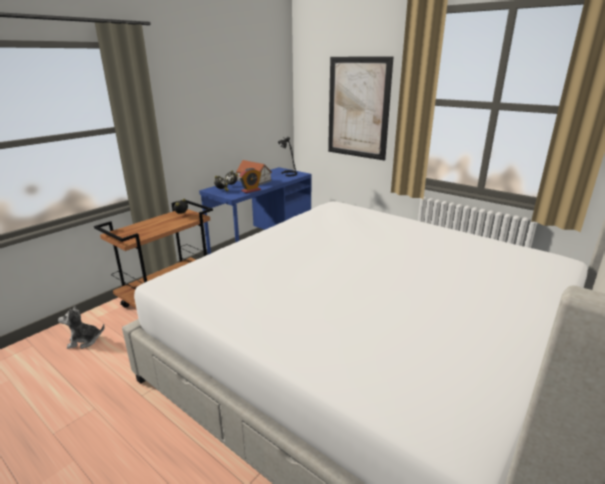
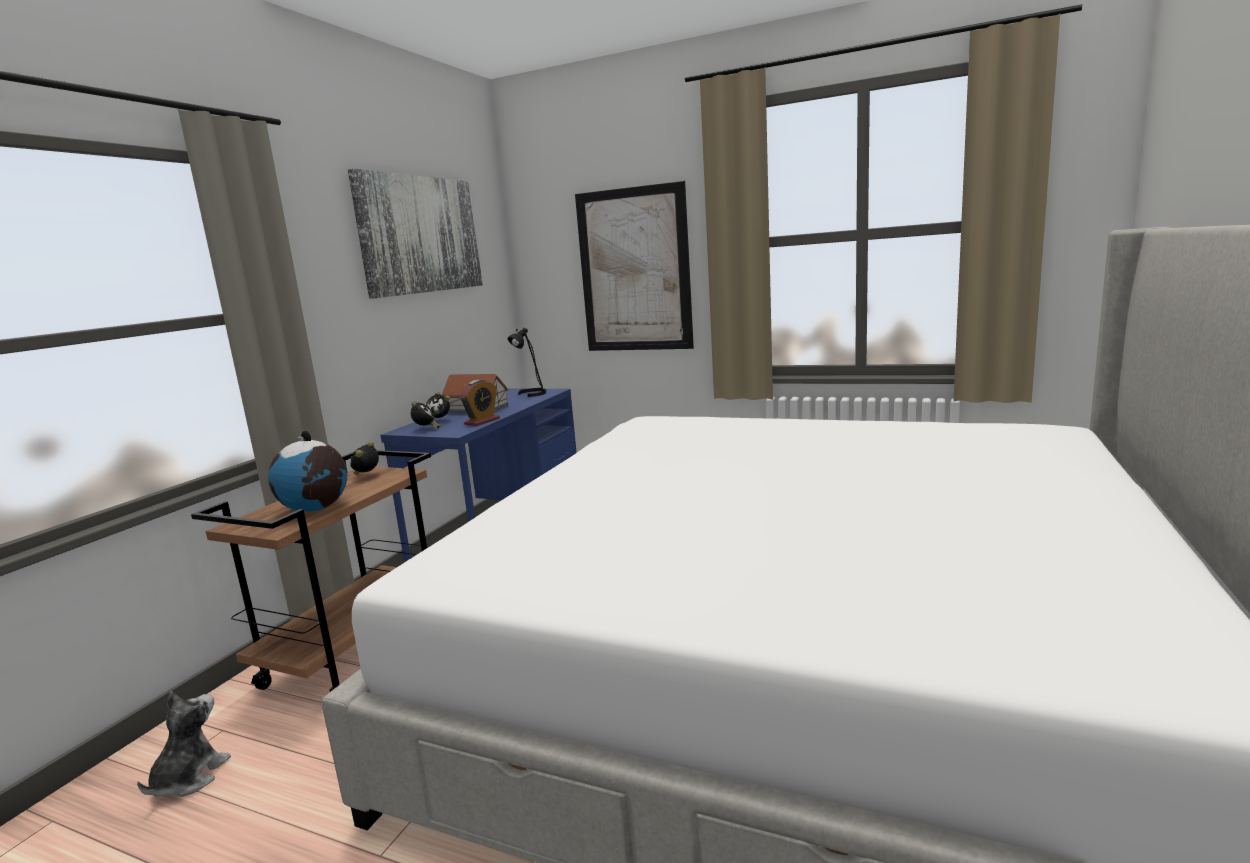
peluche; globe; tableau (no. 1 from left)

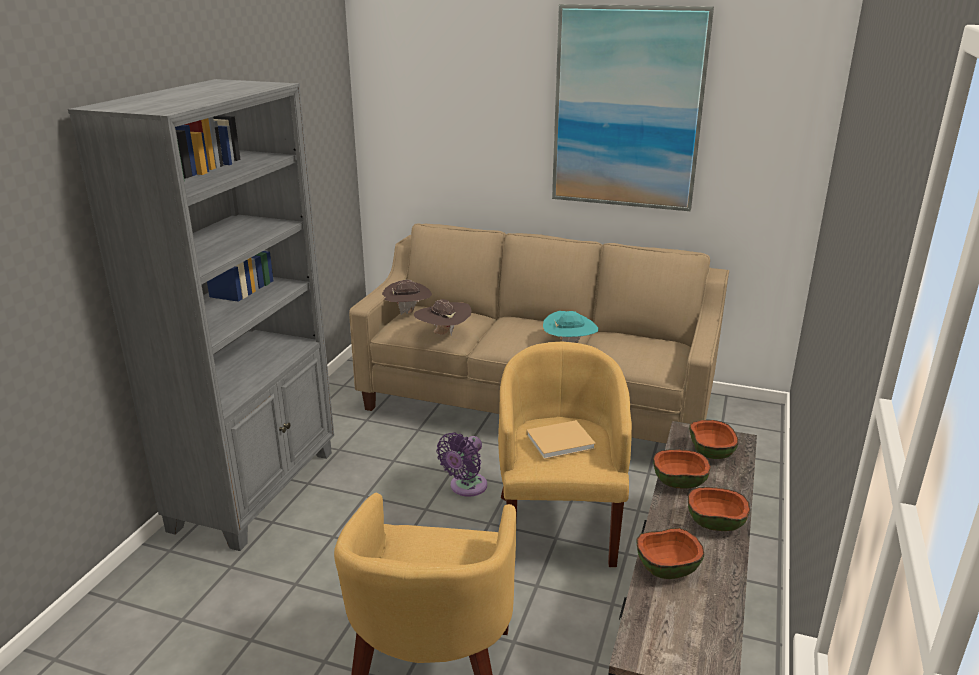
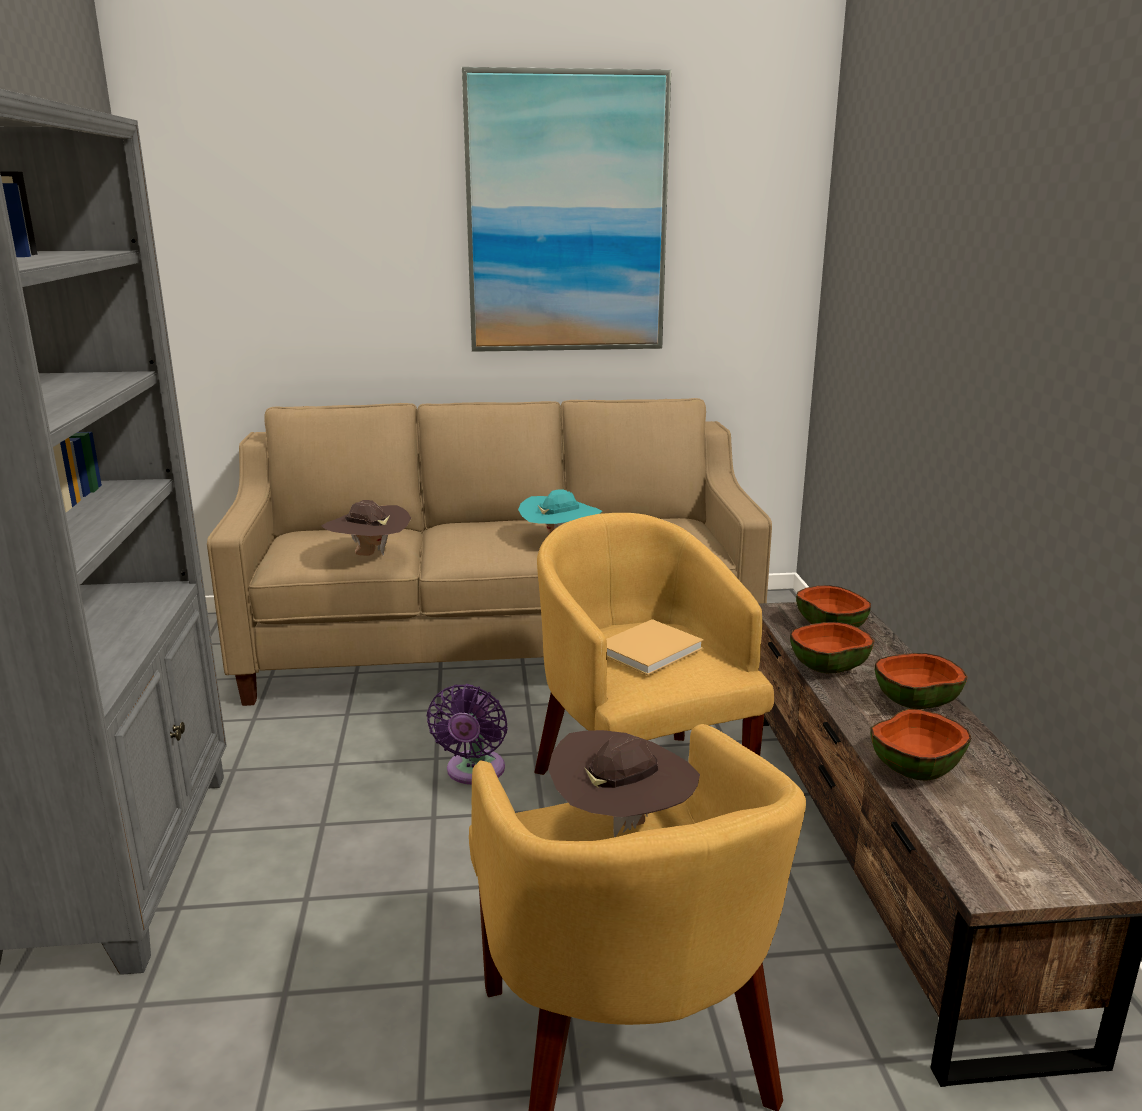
chapeau (marron) (no. 2 from left)

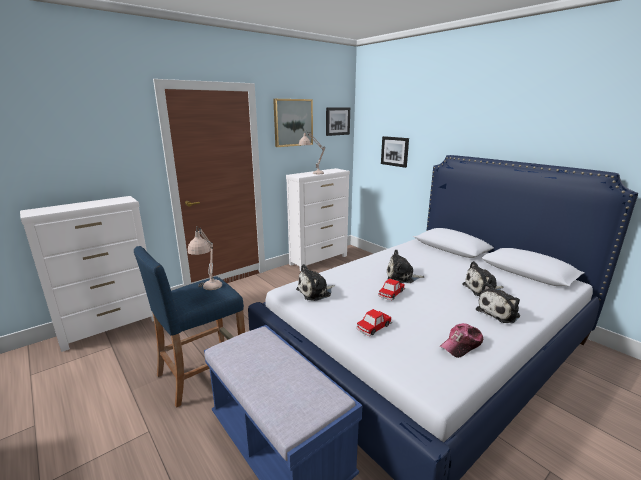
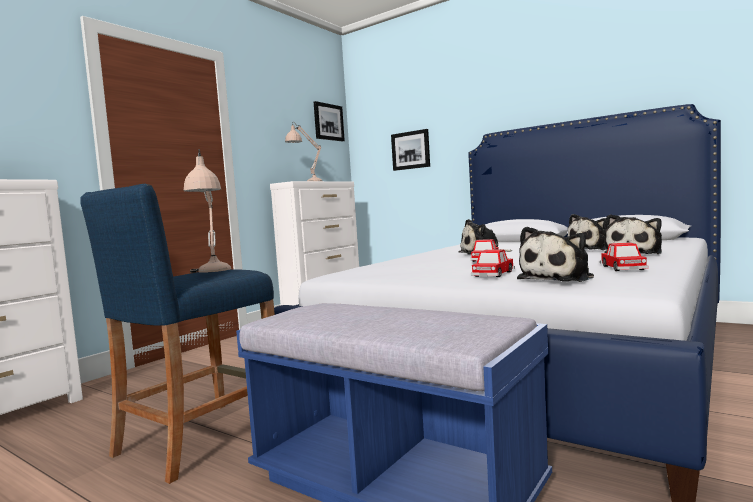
peluche (no. 2 from left); petite voiture (no. 3 from left); tableau (no. 1 from left in the first image)

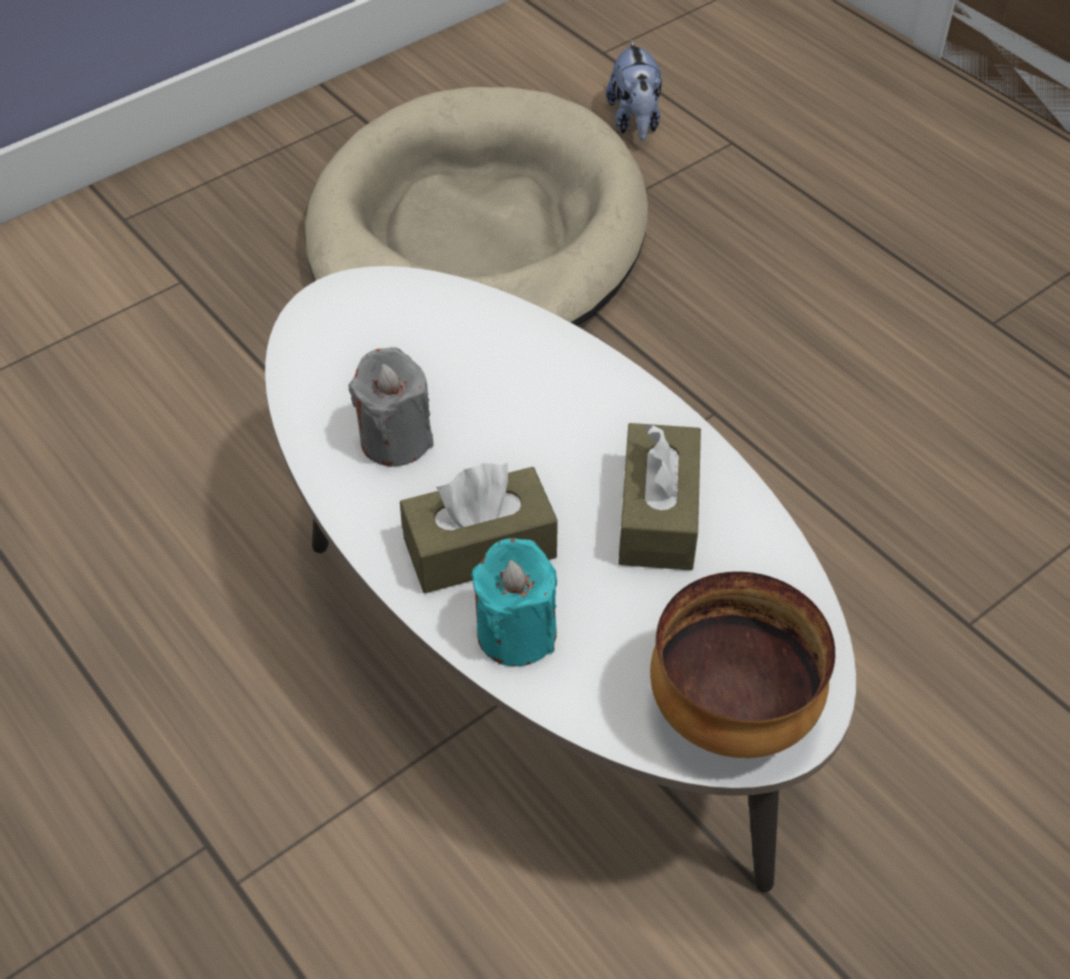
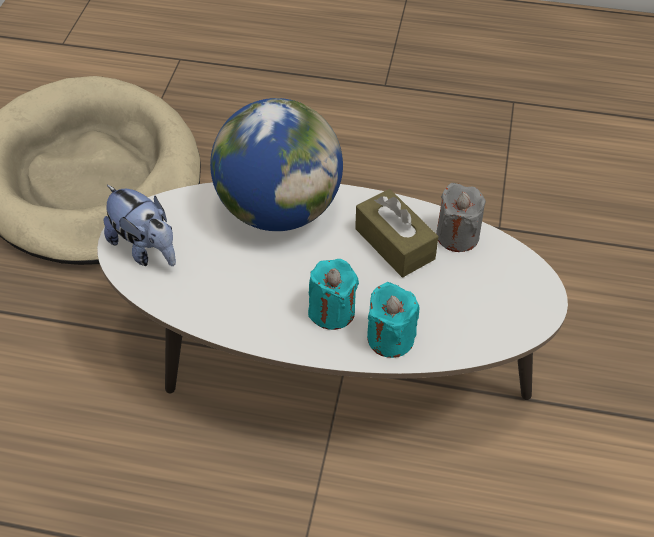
peluche; globe; bougie (turquoise) (no. 1 from left); bougie (gris); bol

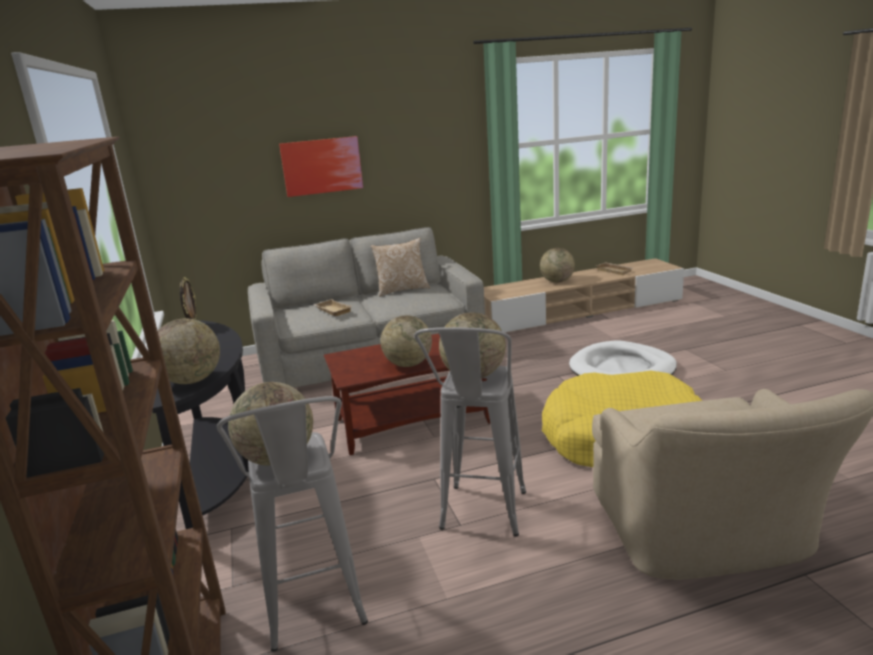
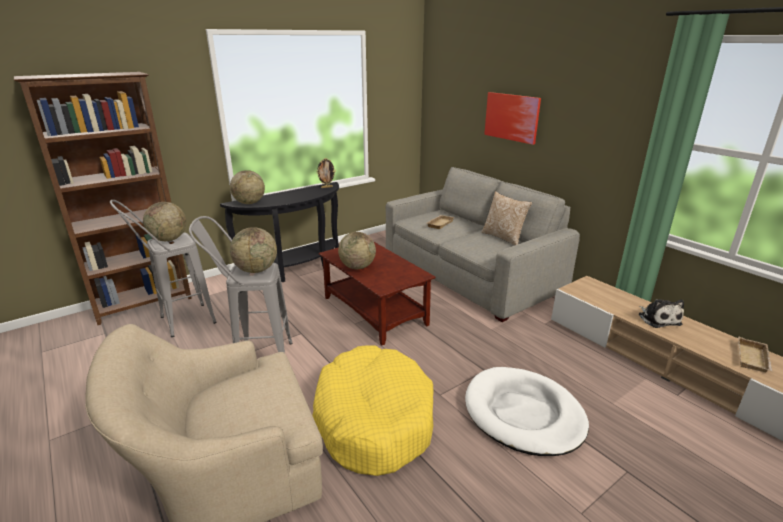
peluche

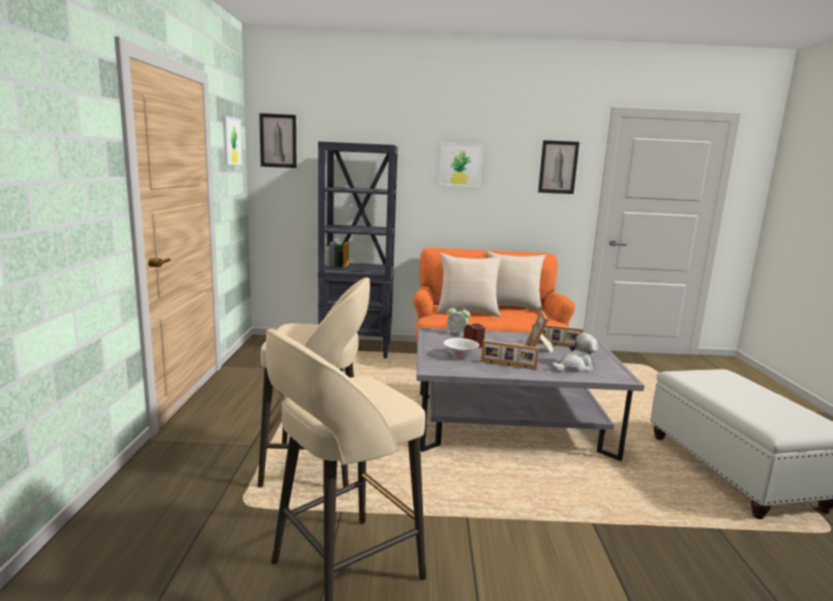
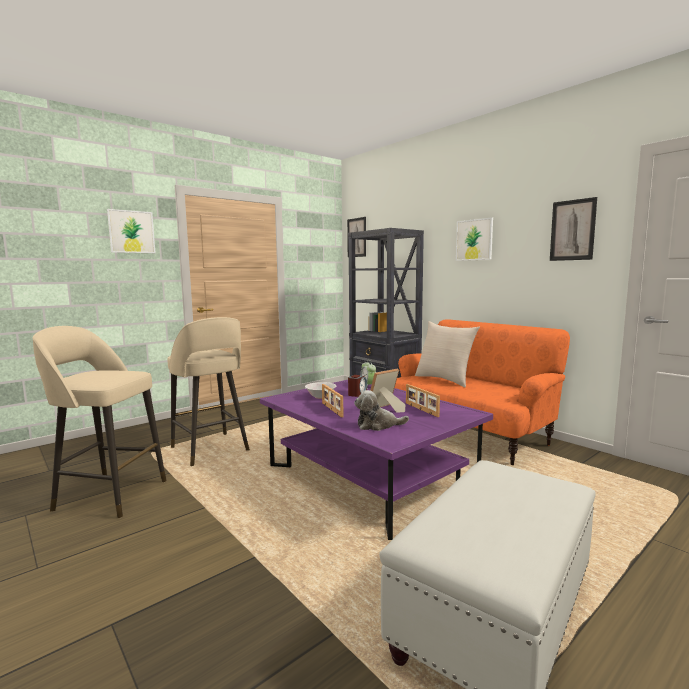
tableau (no. 1 from left); table basse (violet); peluche; coussin (beige) (no. 2 from left in the first image)

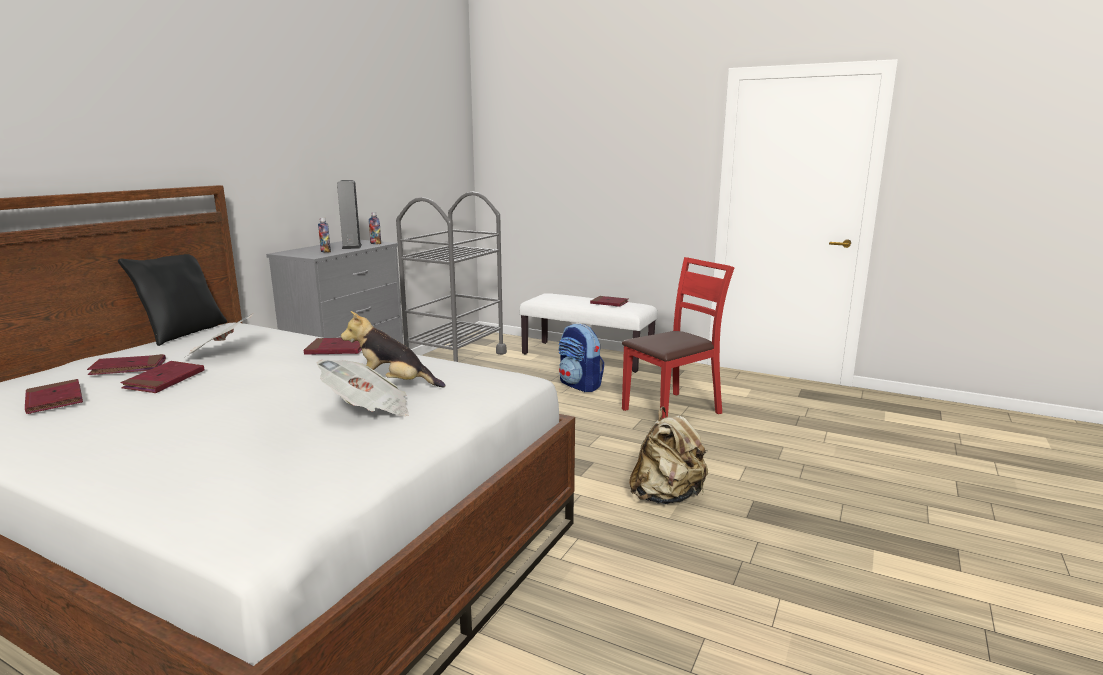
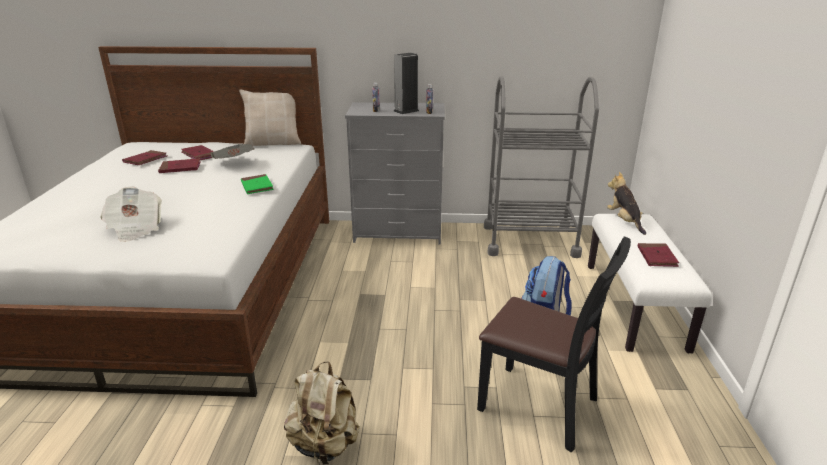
coussin (beige); livre (vert); chaise (noir); peluche

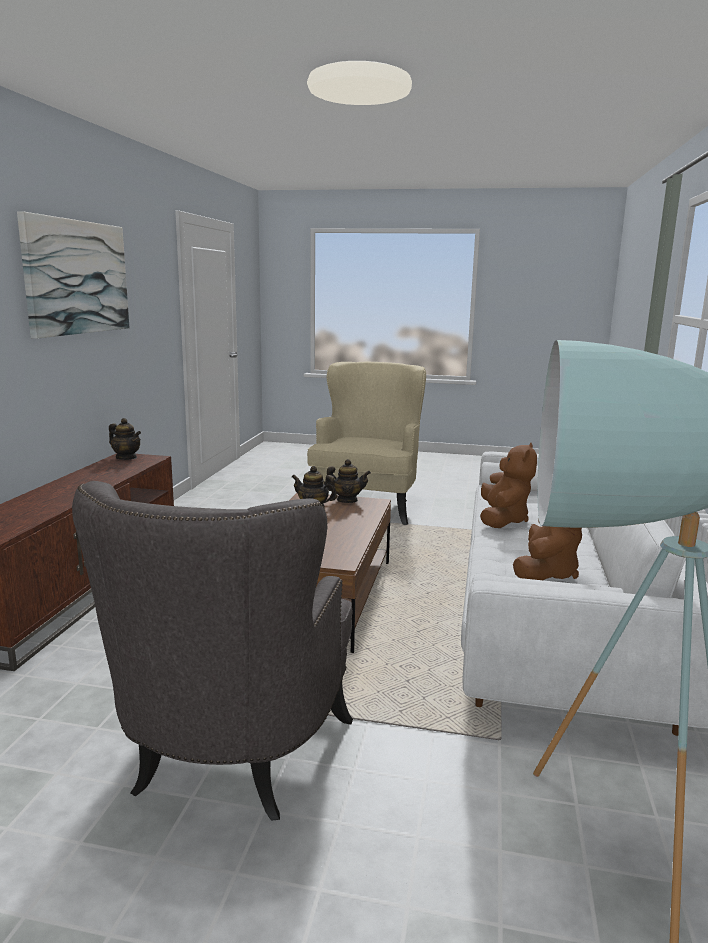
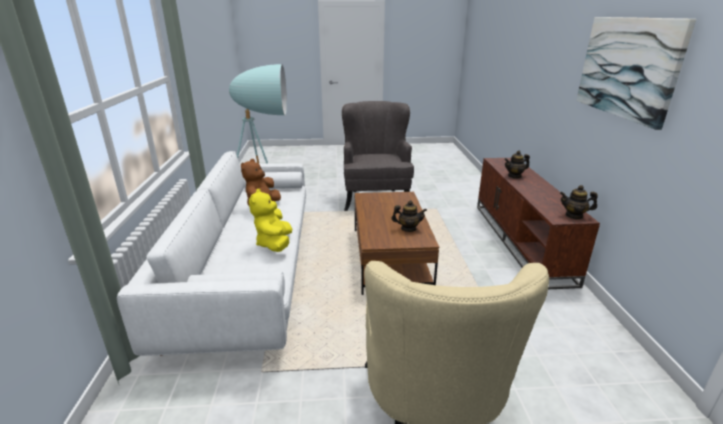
peluche (jaune); théière (no. 2 from left)

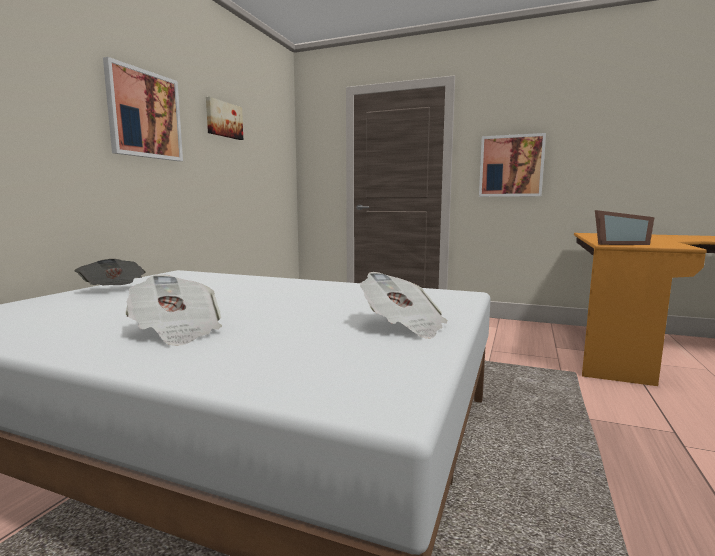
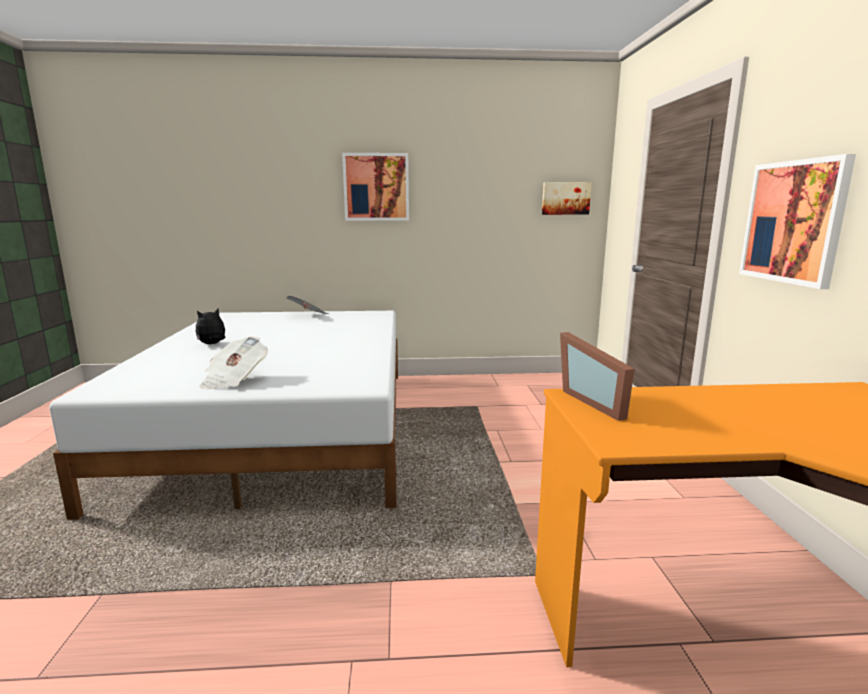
peluche; tableau (no. 2 from left)

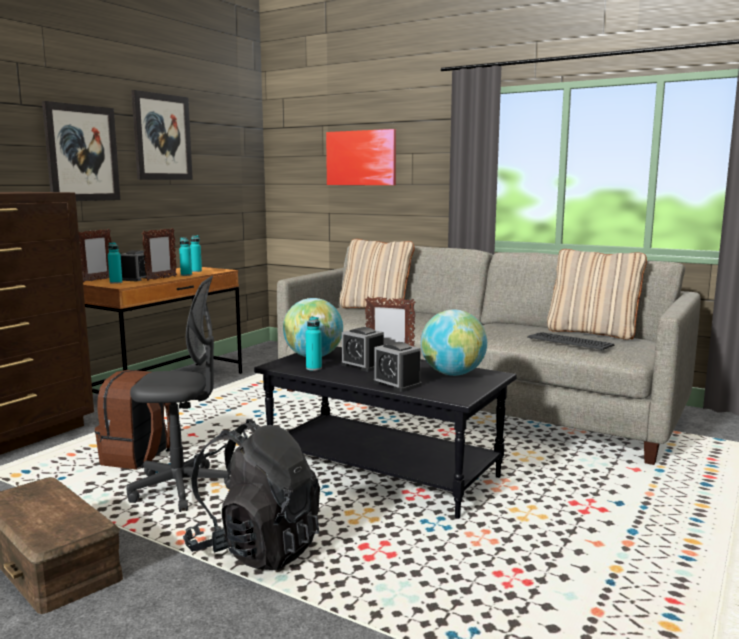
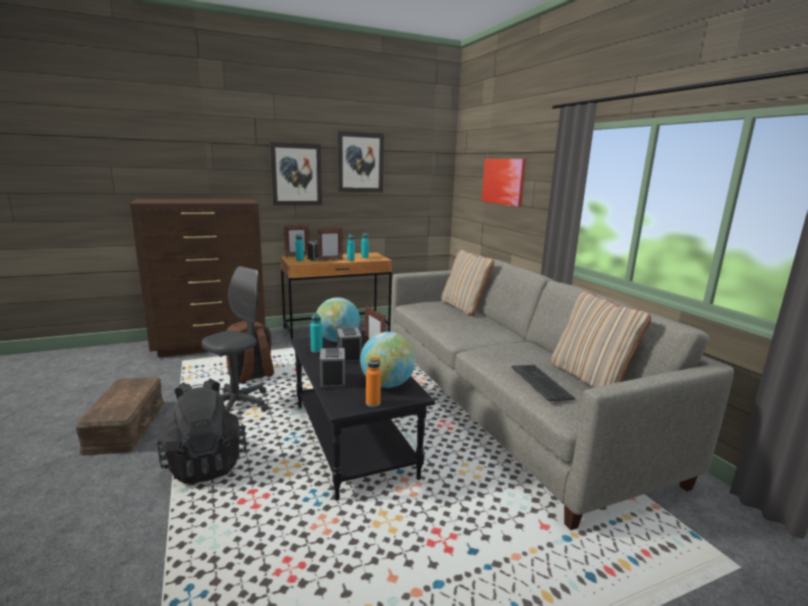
chaise de bureau (gris); bouteille (orange)

